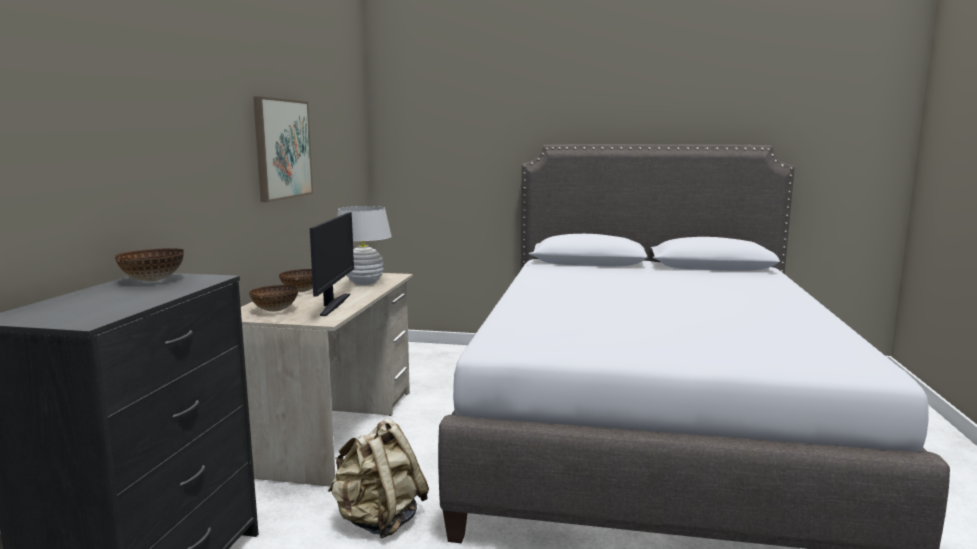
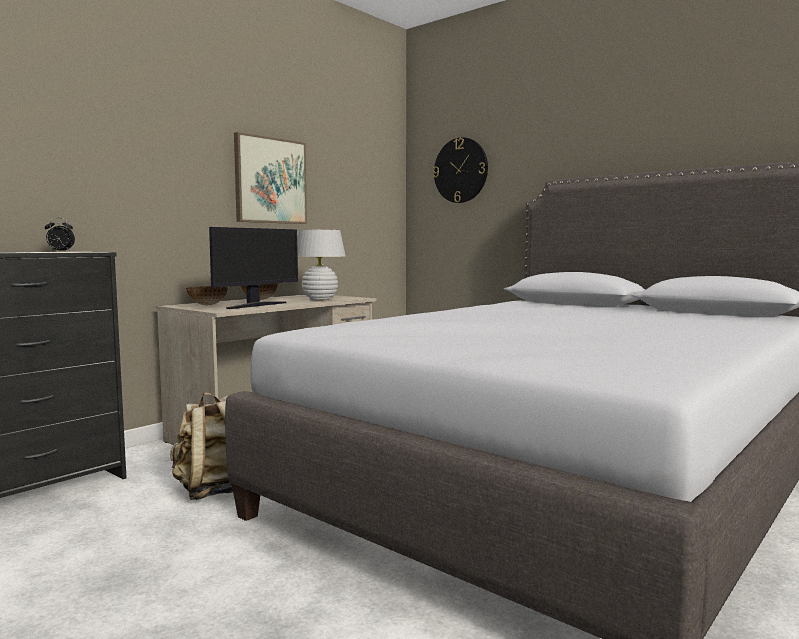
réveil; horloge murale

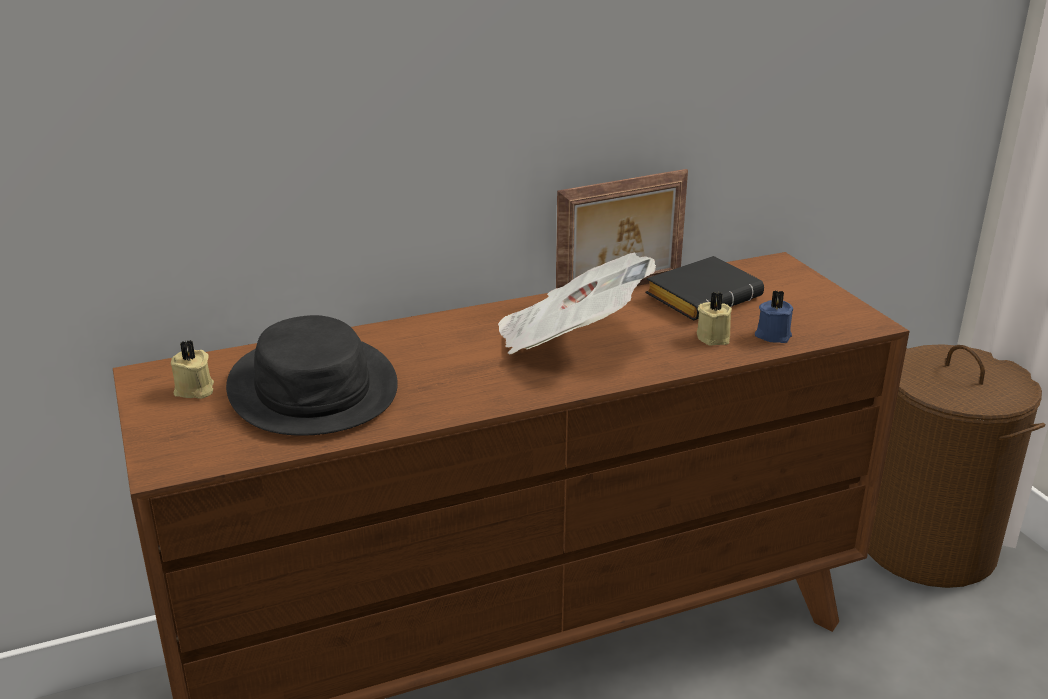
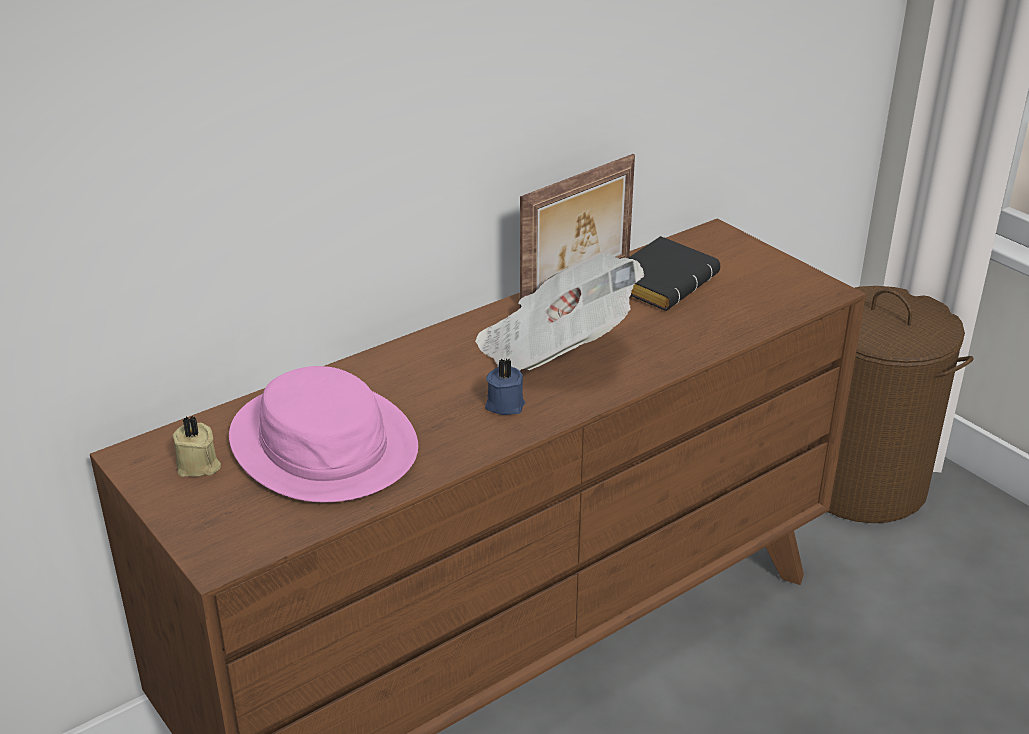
chapeau (rose); bougie (bleu); bougie (beige) (no. 2 from left in the first image)

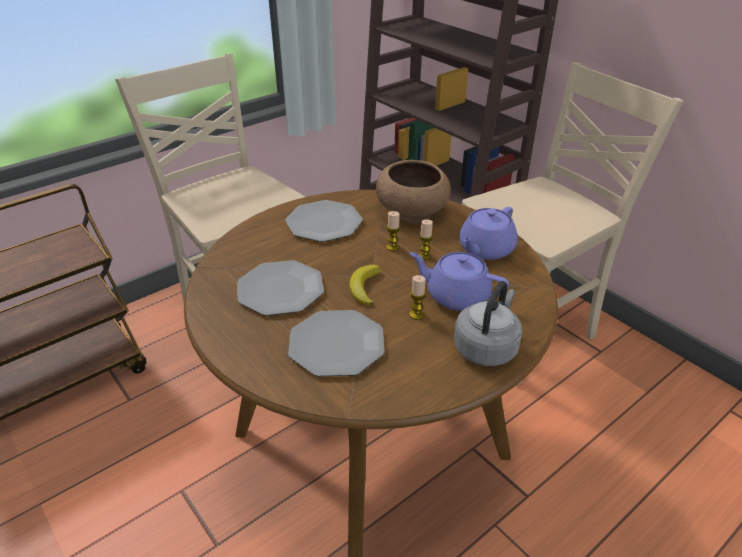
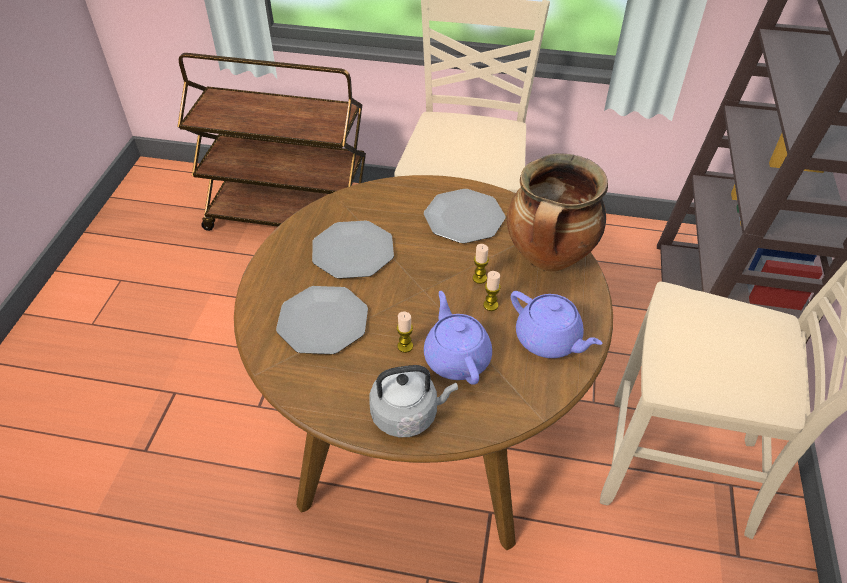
marmite; théière (violet) (no. 2 from left); banane

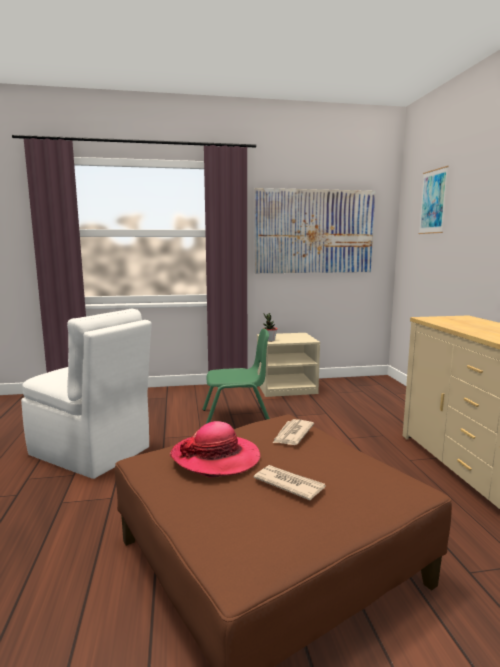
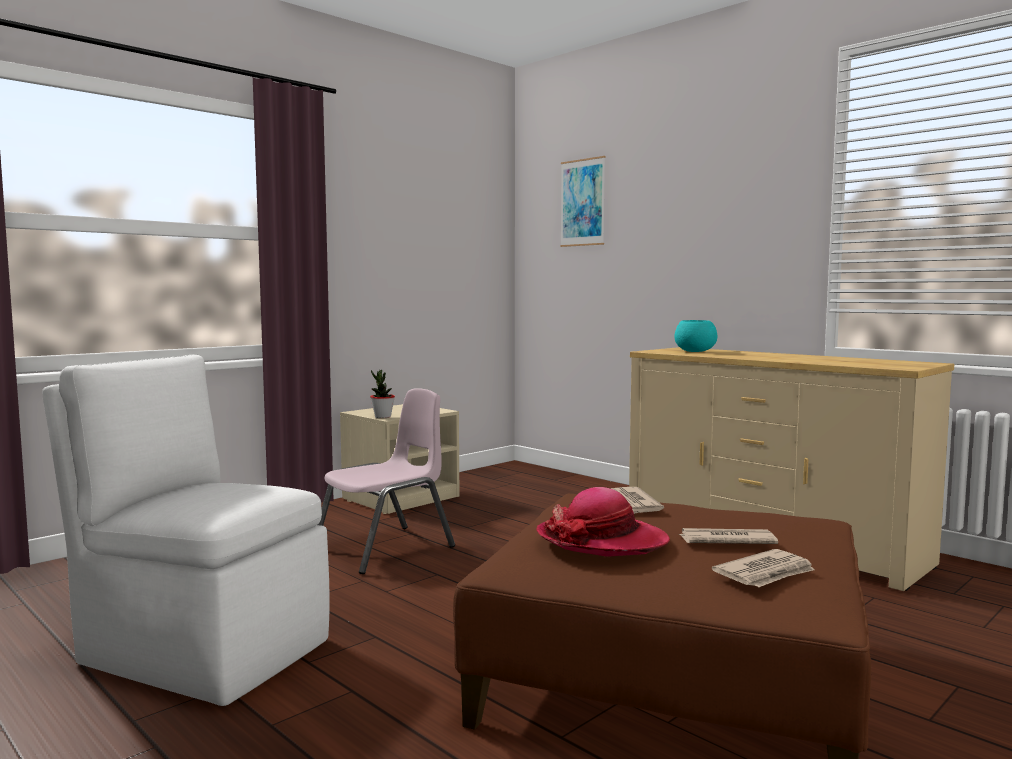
chaise (blanc); chaise (rose); bol (turquoise); journal (no. 3 from left); tableau (no. 1 from left in the first image)

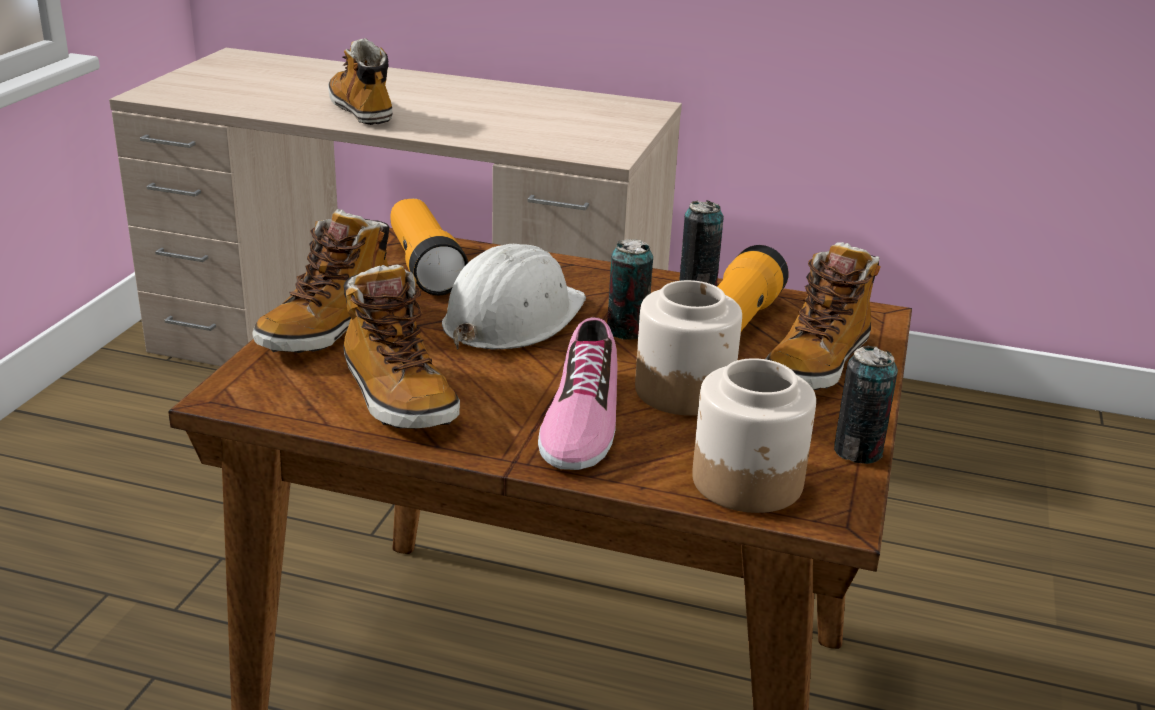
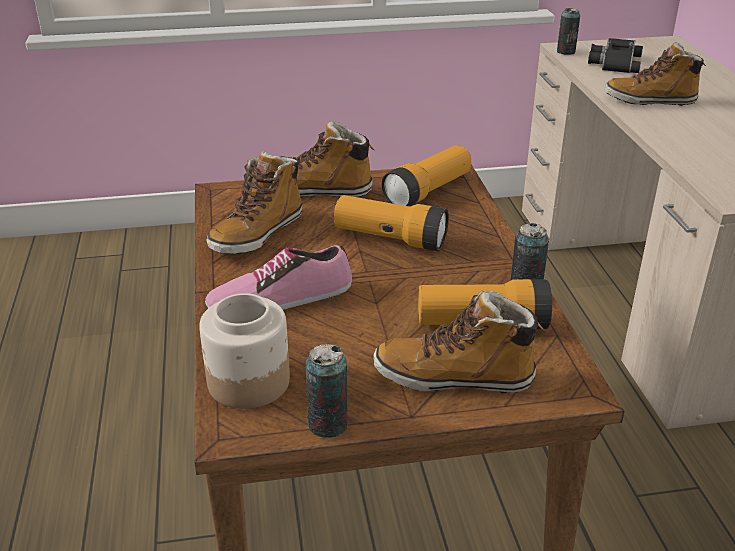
lampe de poche (no. 1 from left); boîte métallique (no. 3 from left); jumelles (noir); botte (no. 4 from left); bocal (no. 1 from left in the first image)

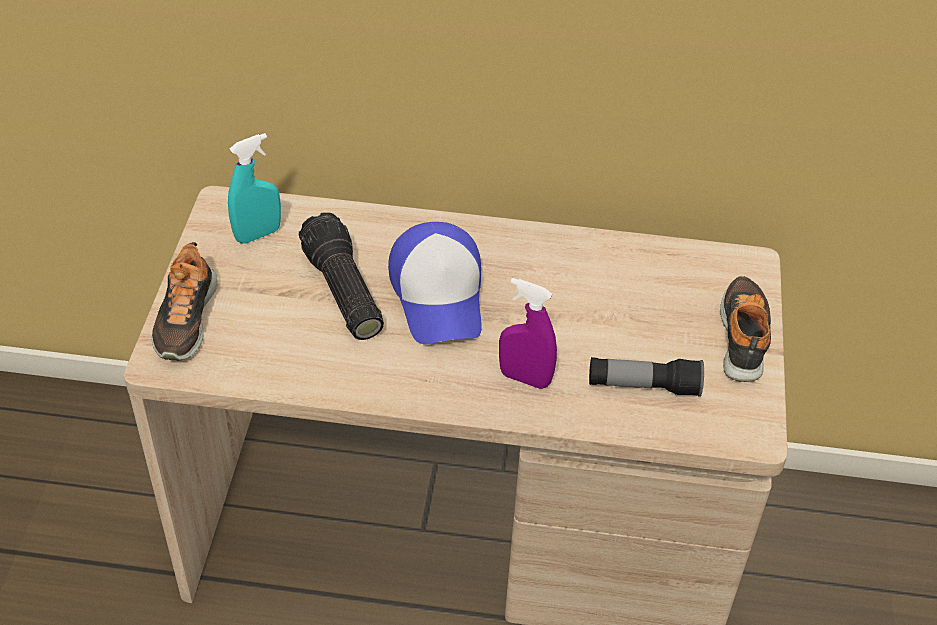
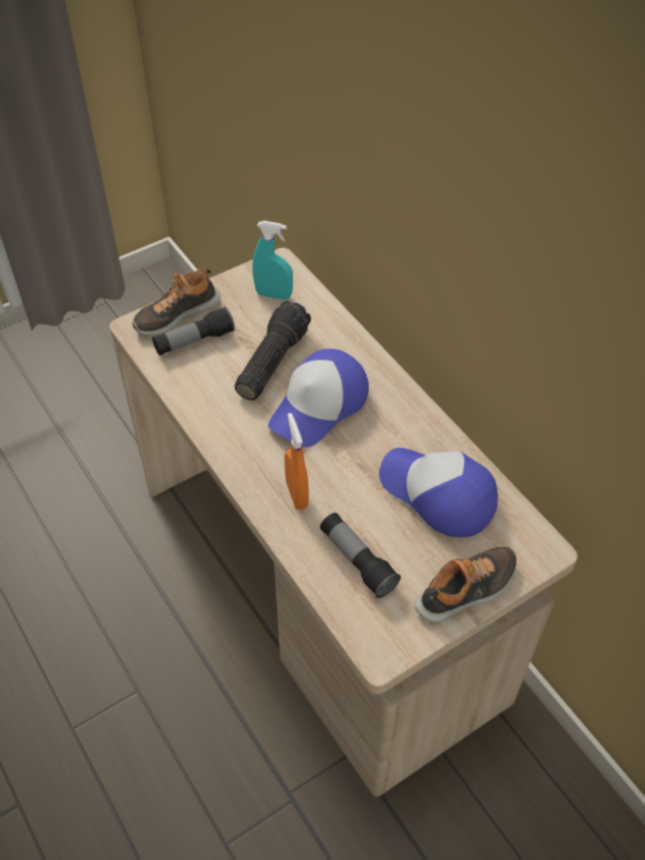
lampe de poche (no. 1 from left); vaporisateur (orange); casquette (no. 2 from left)

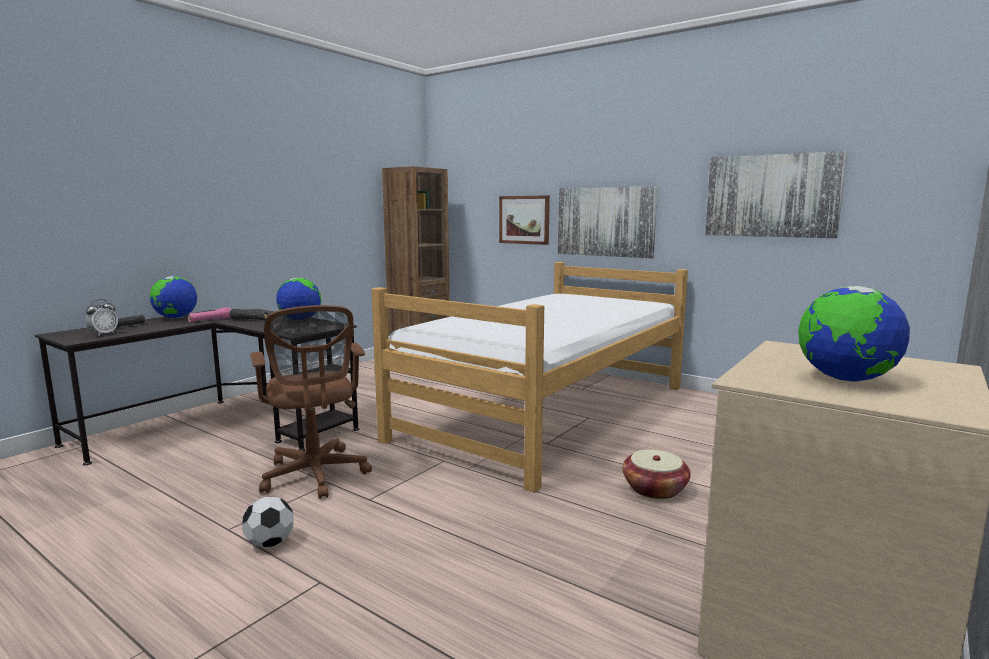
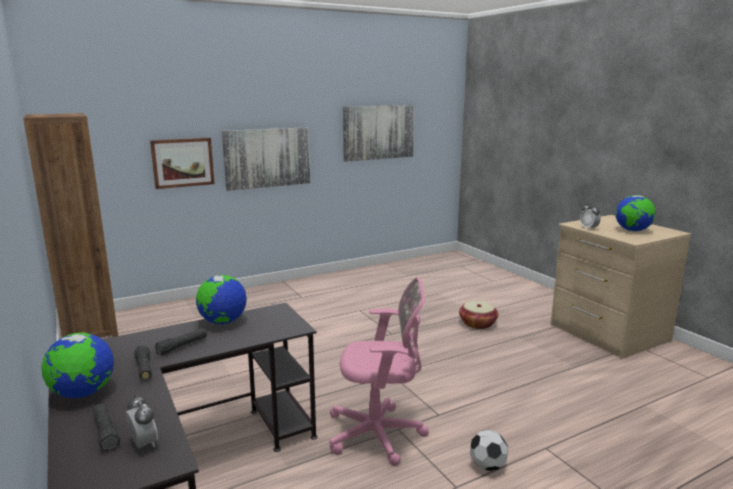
lampe de poche (noir) (no. 2 from left); chaise de bureau (rose); réveil (no. 2 from left); lit

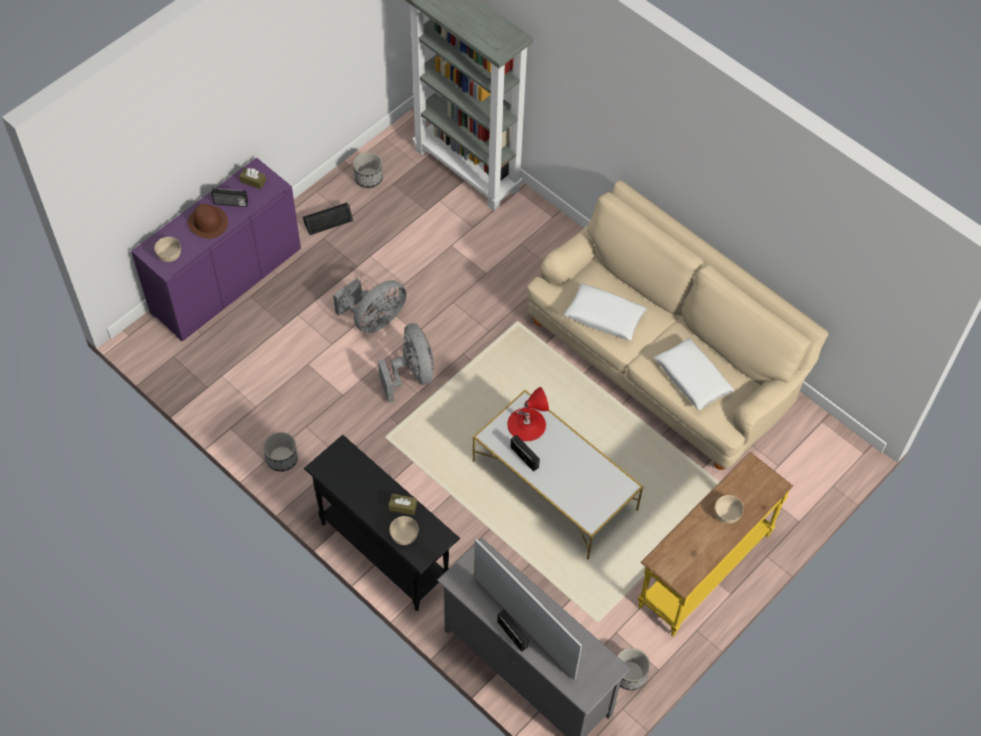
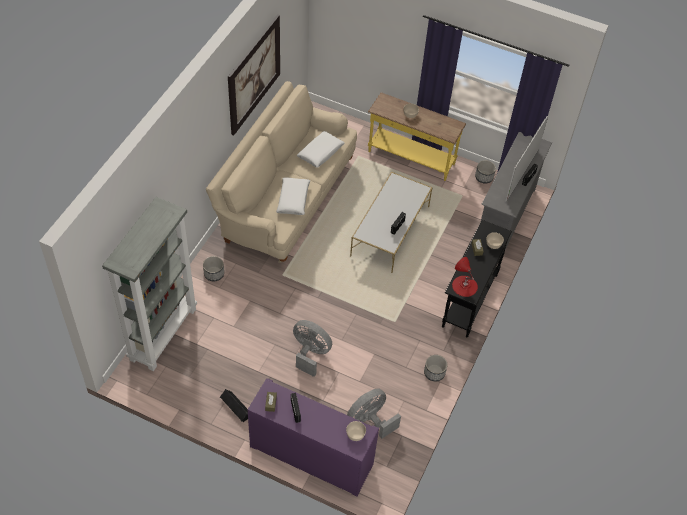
cache-pot (no. 1 from left); tableau; ventilateur (gris) (no. 2 from left); lampe de table (rouge); chapeau (marron)

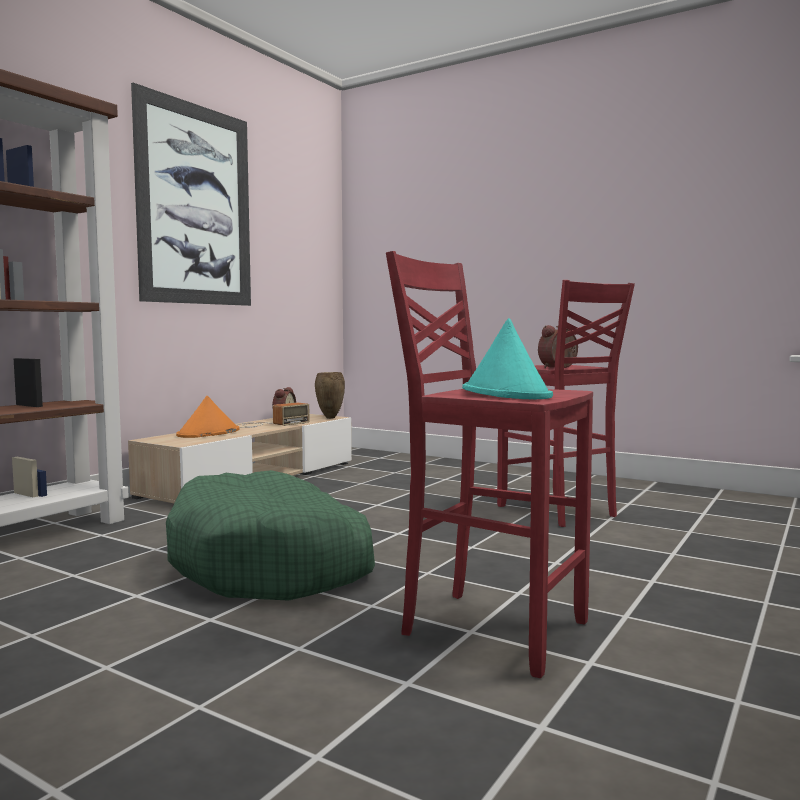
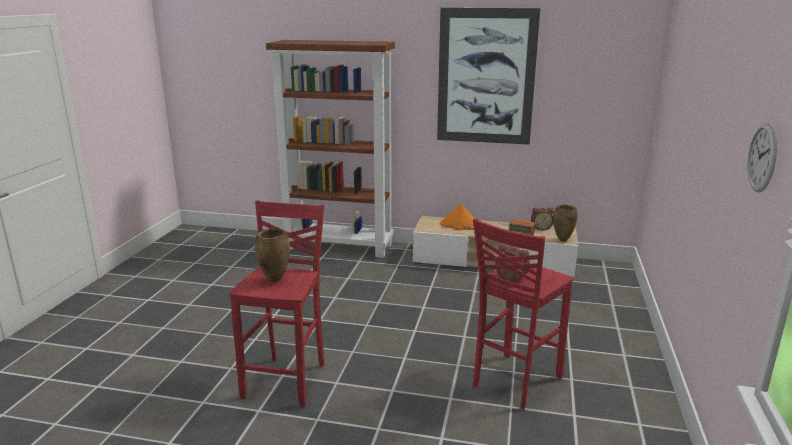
vase (marron) (no. 1 from left); horloge murale; panier pour chien (vert)

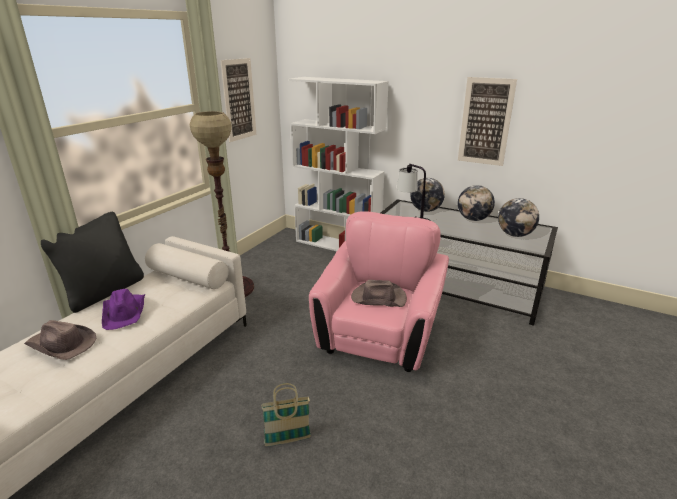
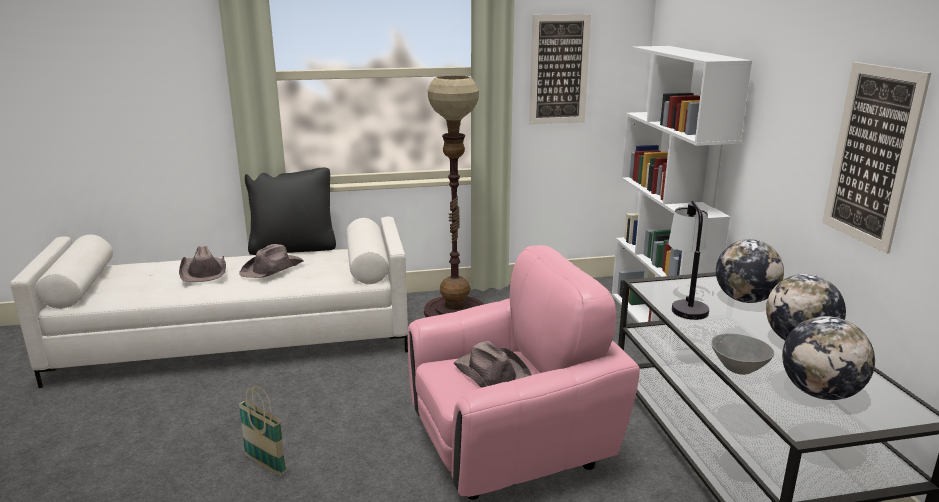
chapeau (marron) (no. 2 from left); bol (gris)

